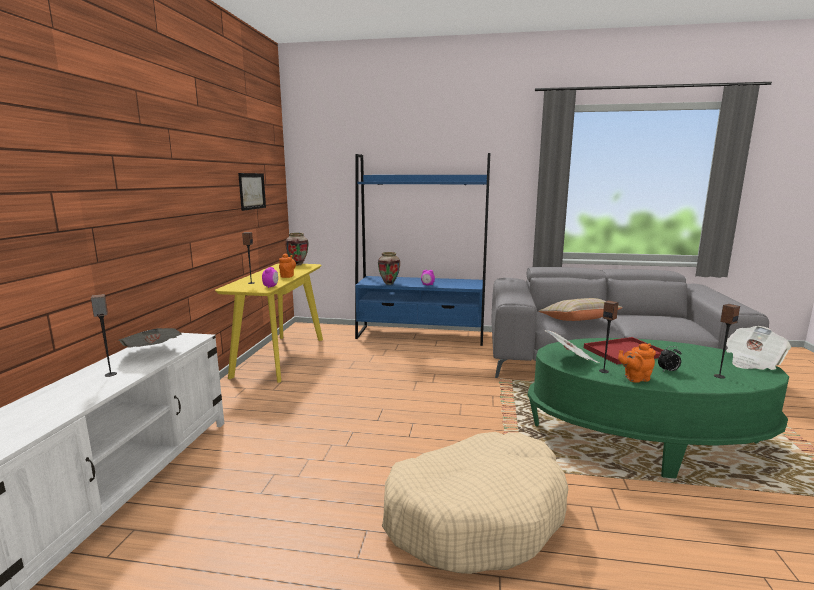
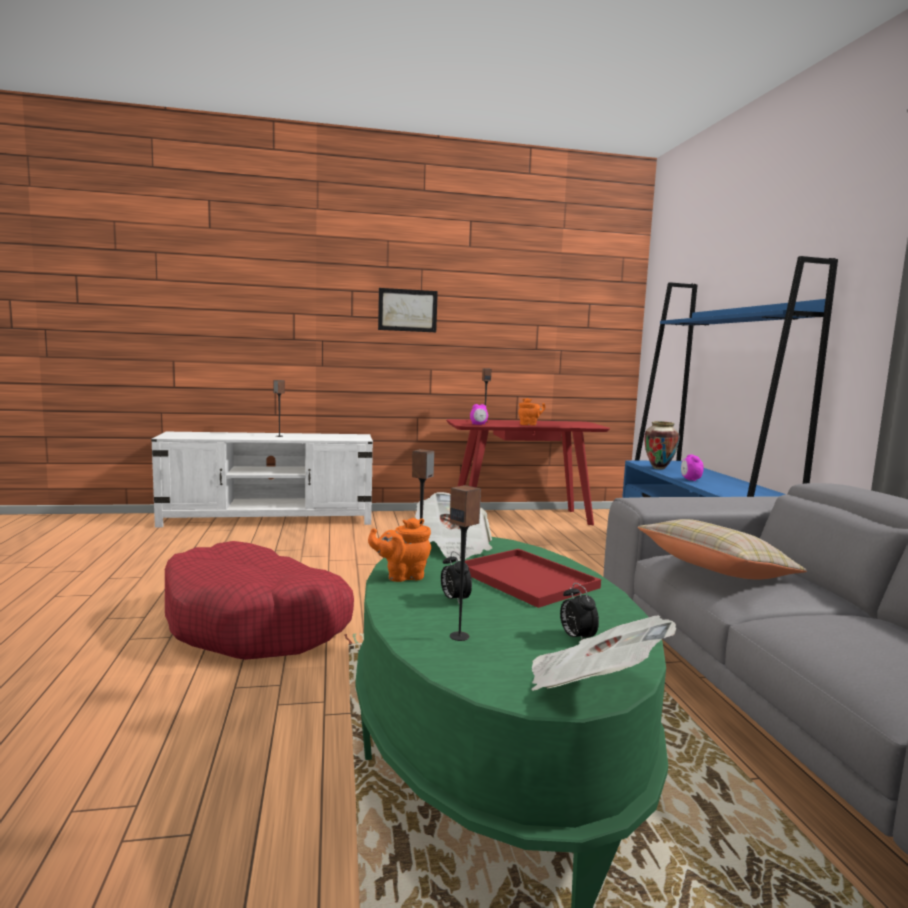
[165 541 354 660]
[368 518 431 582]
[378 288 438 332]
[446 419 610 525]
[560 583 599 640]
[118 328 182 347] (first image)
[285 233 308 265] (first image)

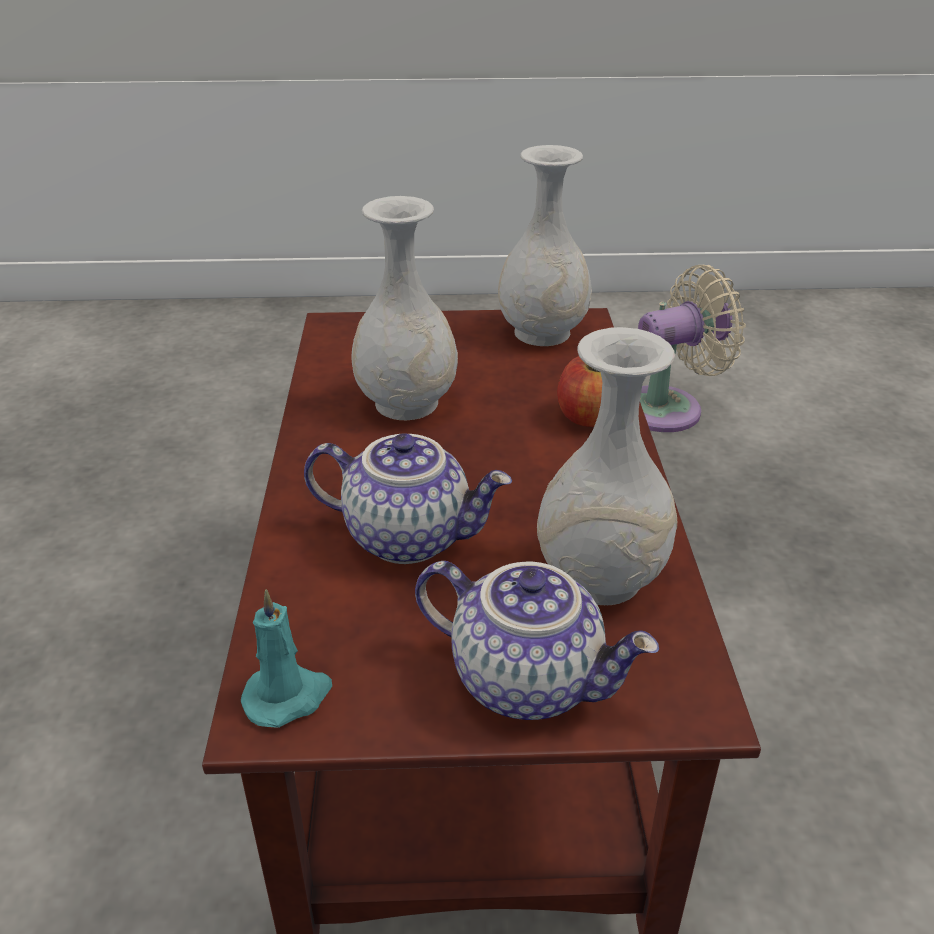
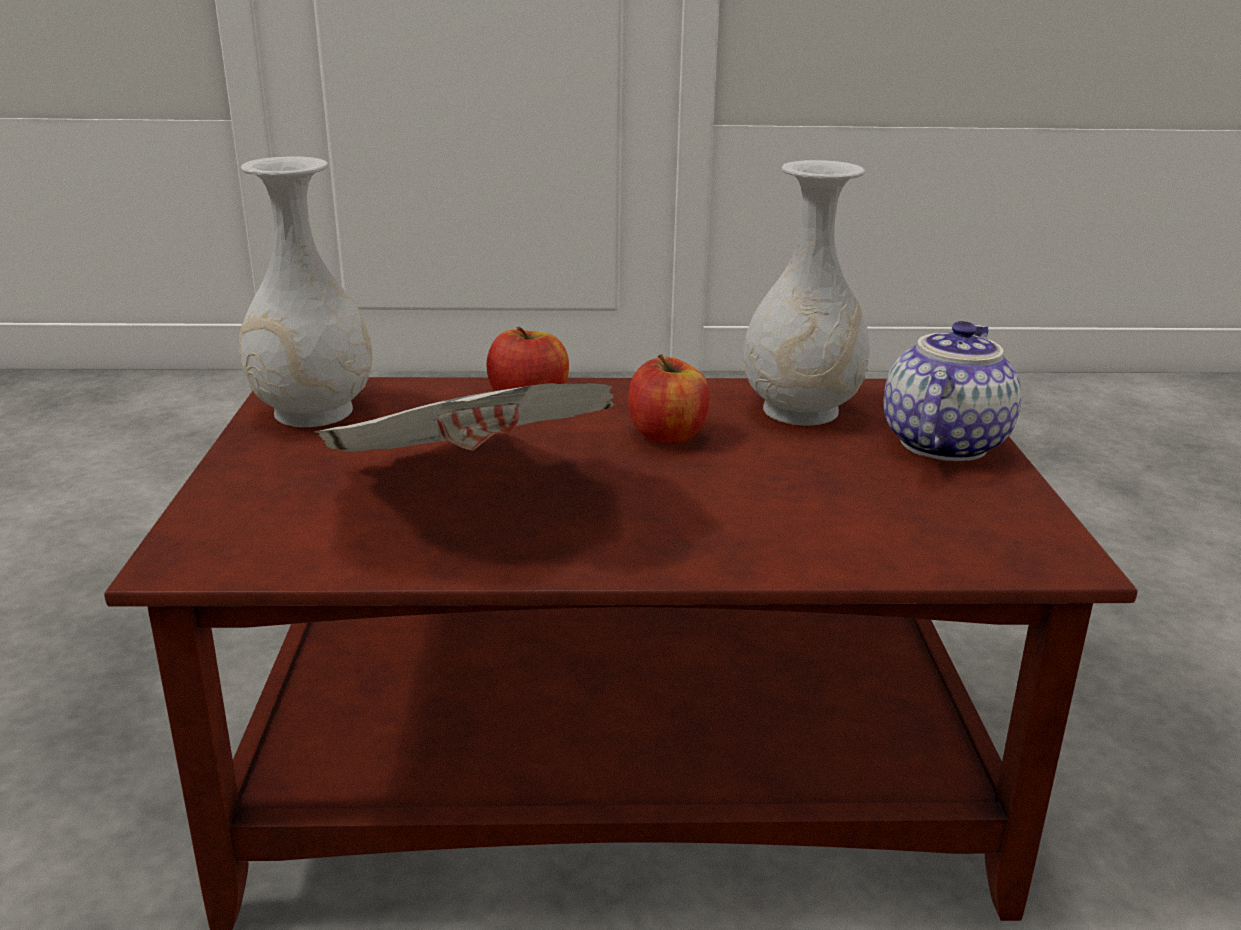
[314 383 614 452]
[628 354 710 444]
[241 589 332 728] (first image)
[304 433 512 564] (first image)
[638 265 746 432] (first image)

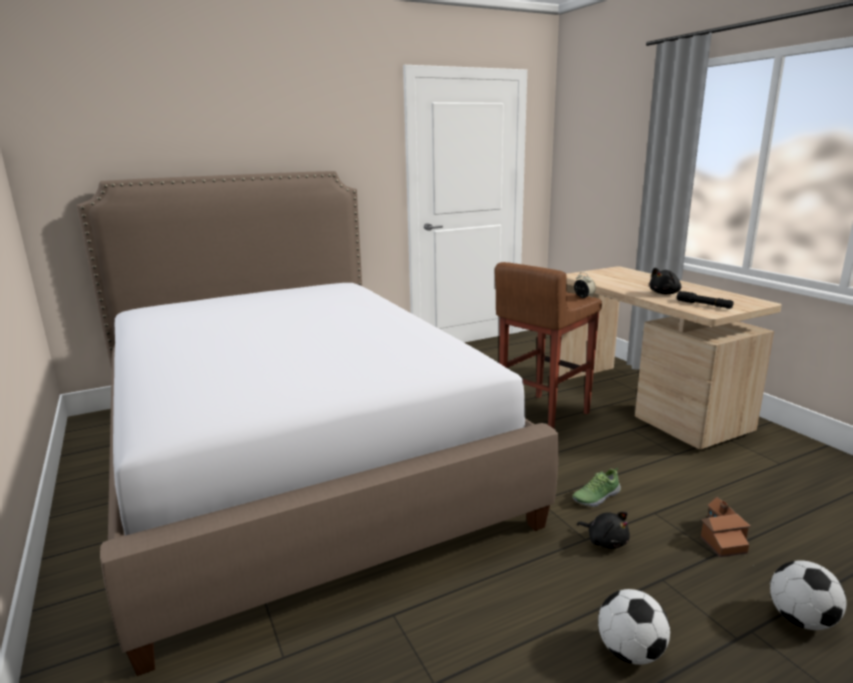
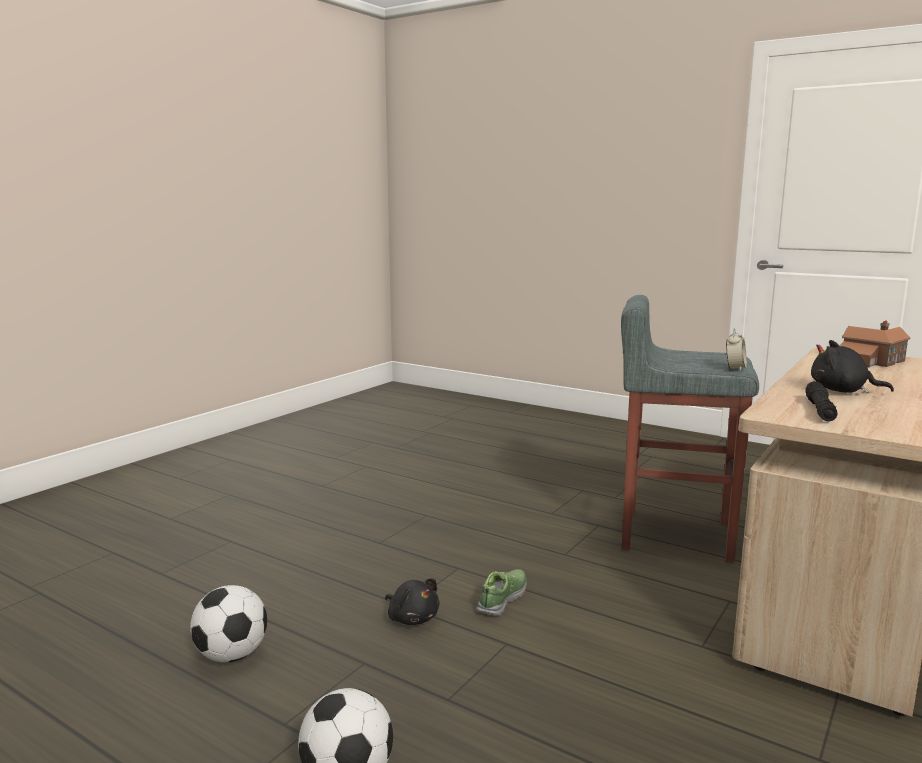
[385 579 440 625]
[476 569 527 616]
[621 295 759 563]
[840 321 910 368]
[76 171 559 676] (first image)

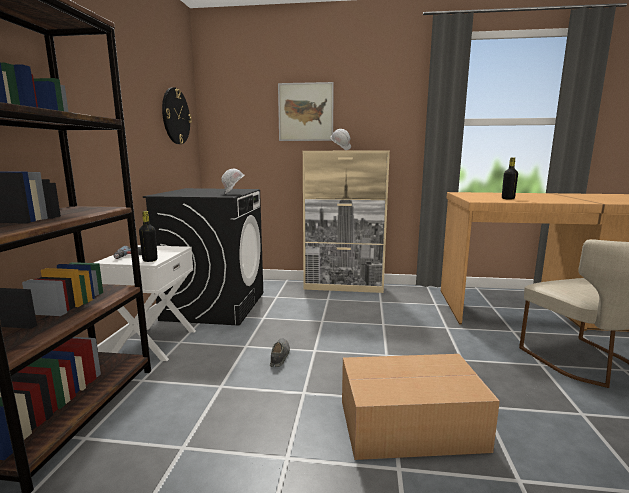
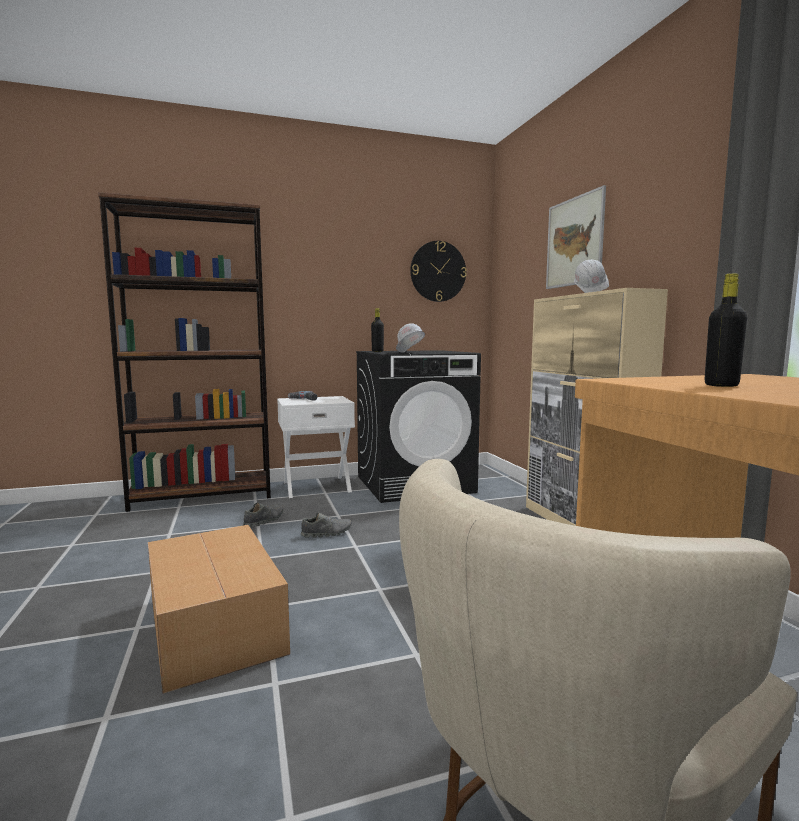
[243 502 283 527]
[371 308 384 352]

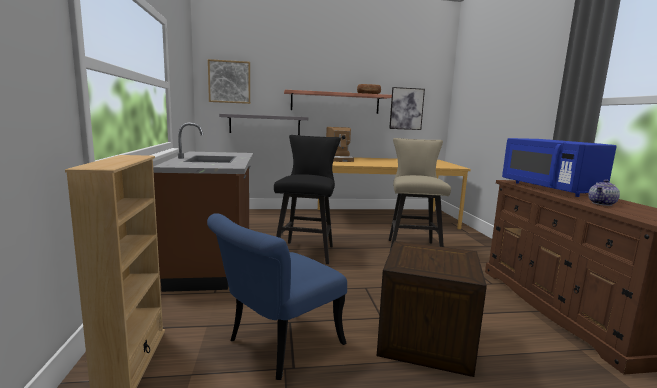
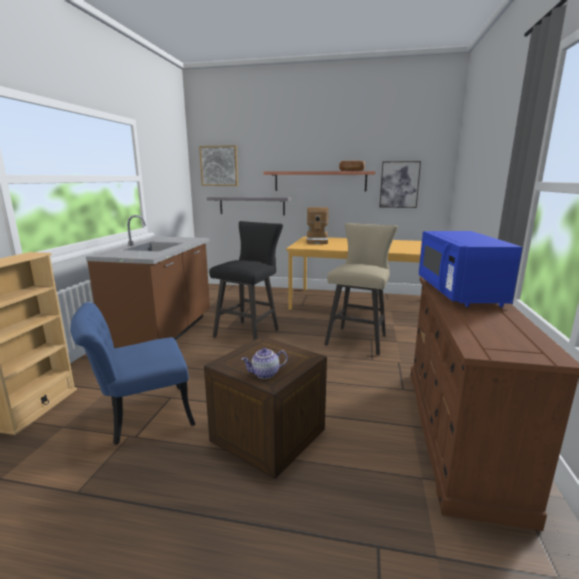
[241 348 288 379]

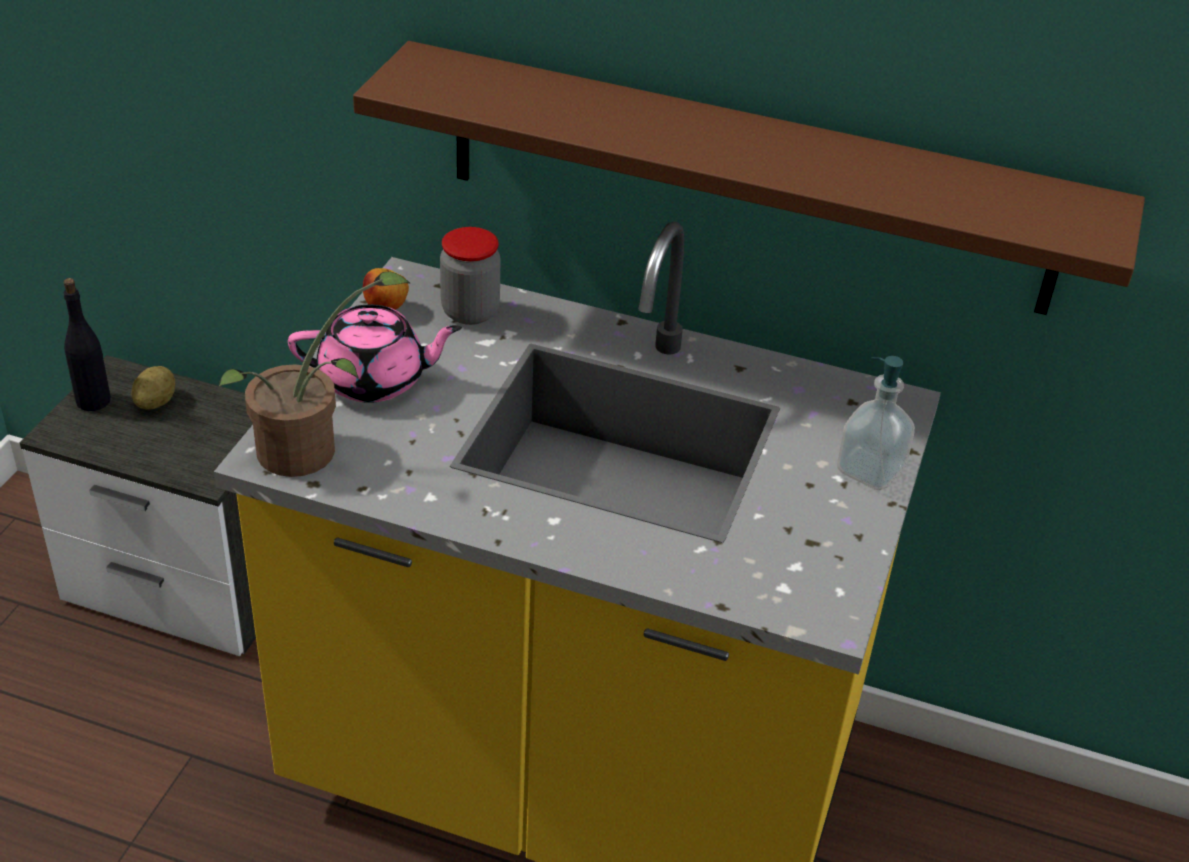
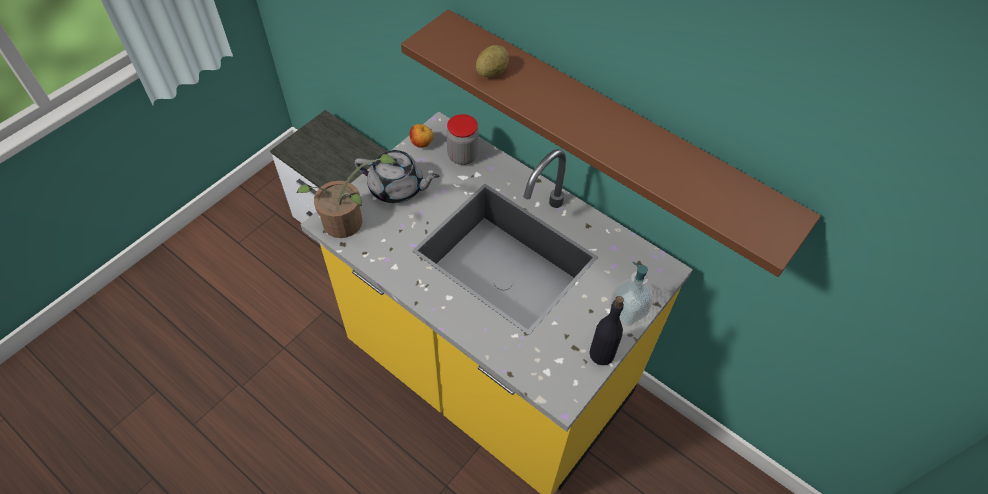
[354 150 439 203]
[476 45 509 78]
[589 296 624 365]

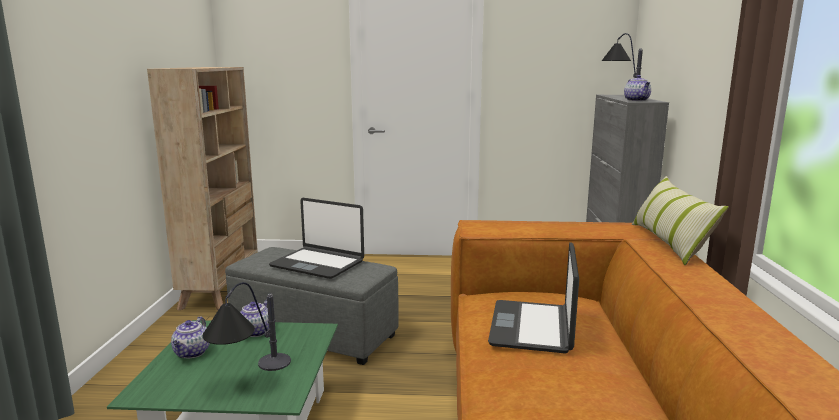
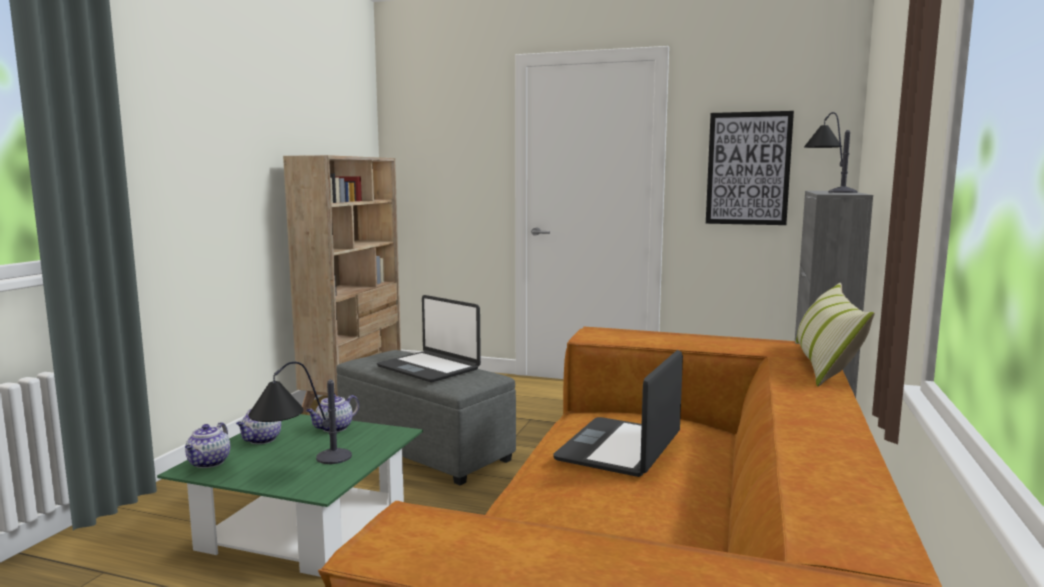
[185 422 231 468]
[706 111 794 225]

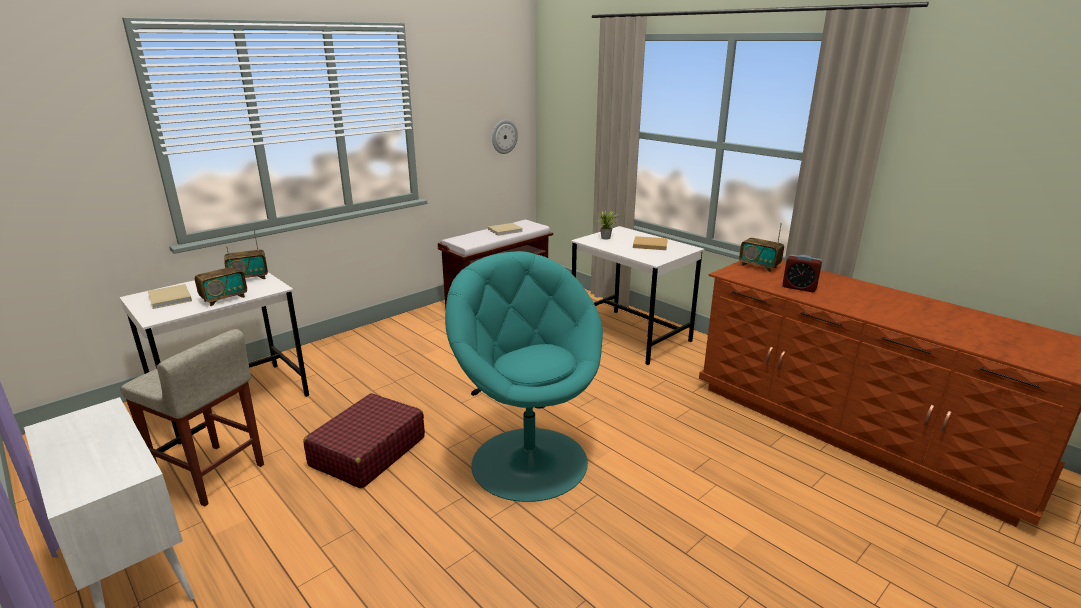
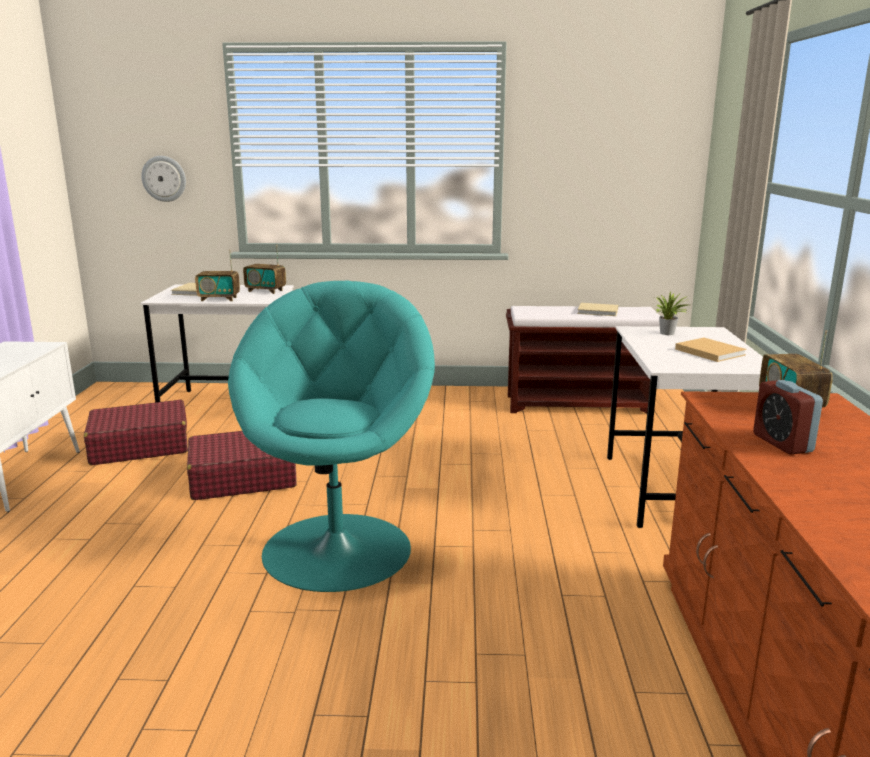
[84 400 188 465]
[141 156 186 202]

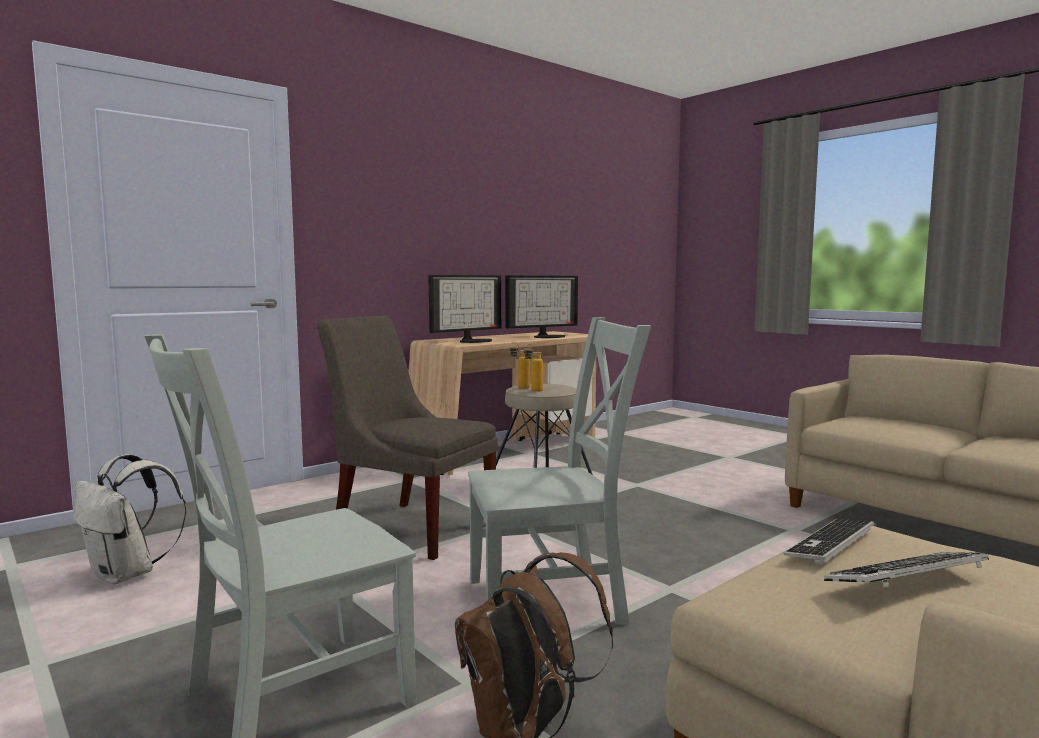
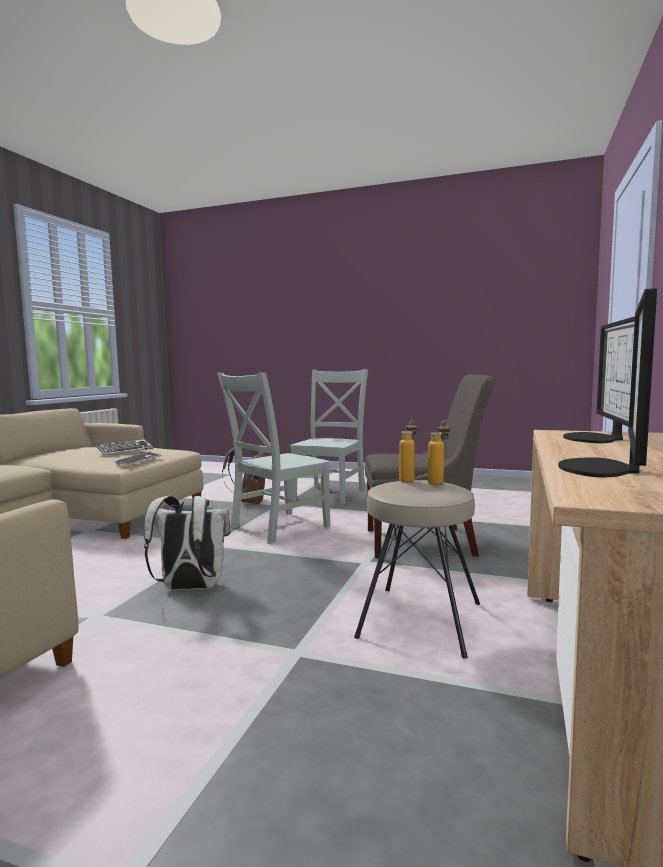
[144 496 231 590]

